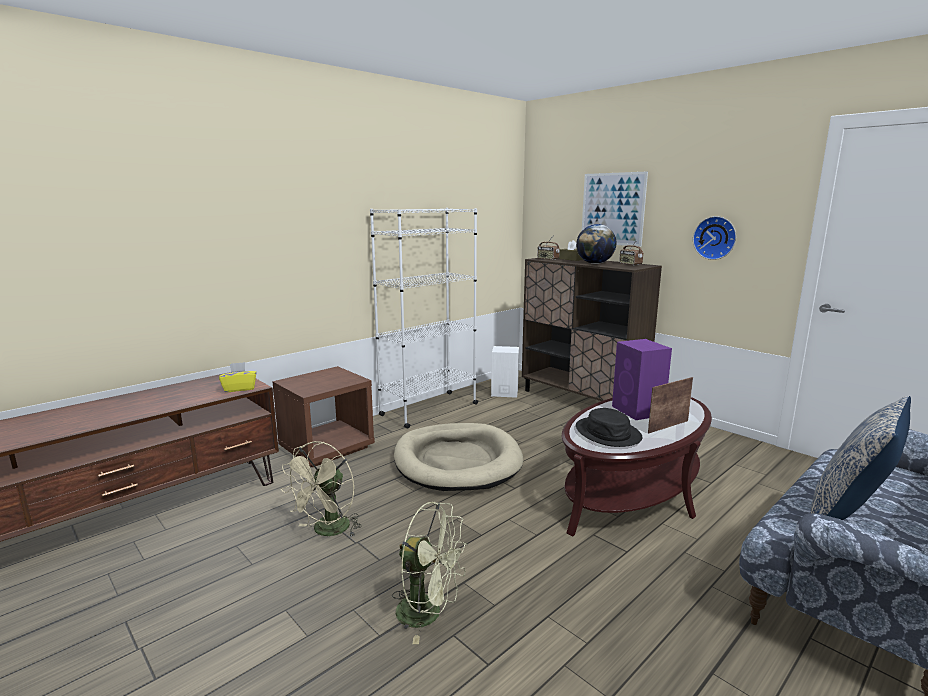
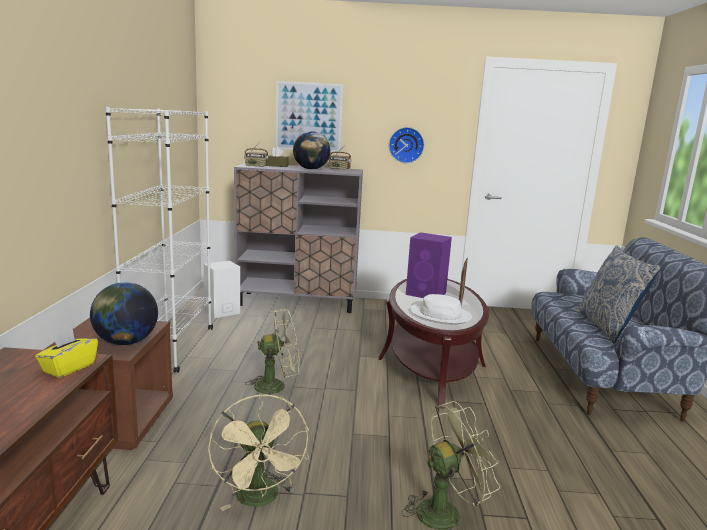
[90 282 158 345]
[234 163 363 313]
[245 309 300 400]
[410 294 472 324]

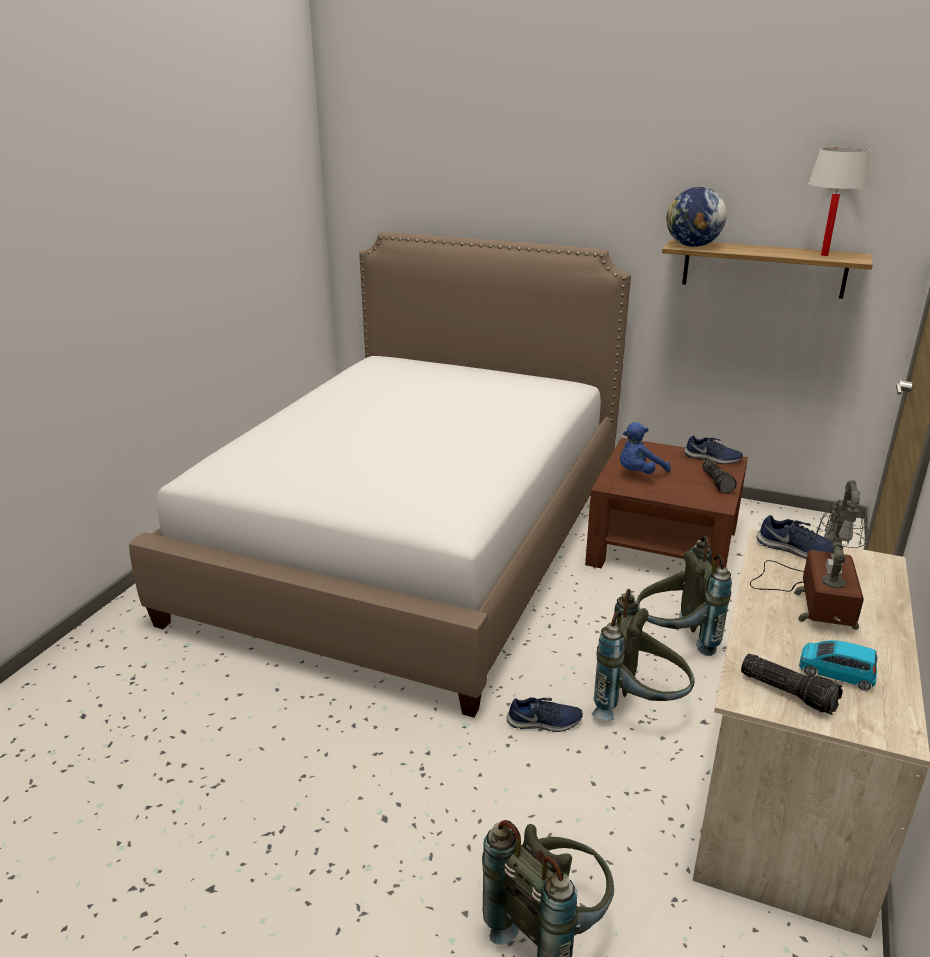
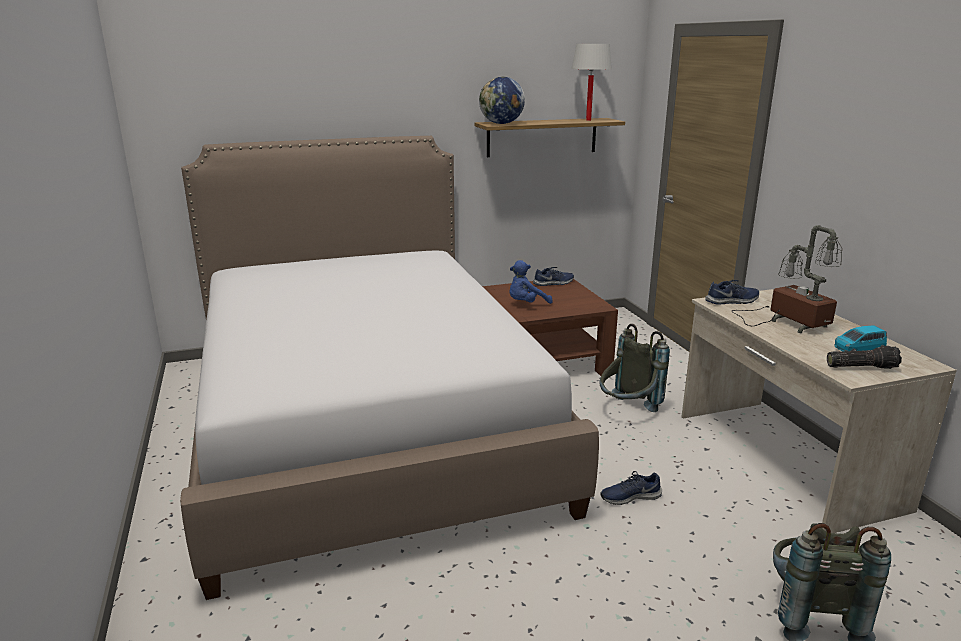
[509 260 553 304]
[600 471 662 505]
[591 589 695 721] (first image)
[702 460 737 493] (first image)

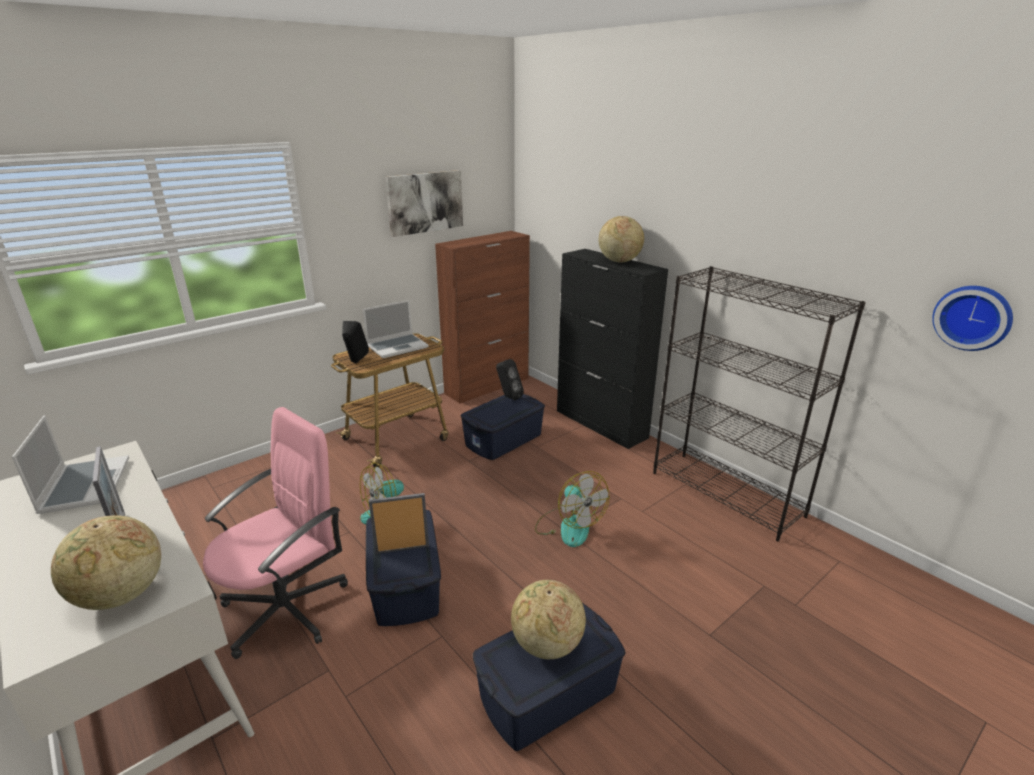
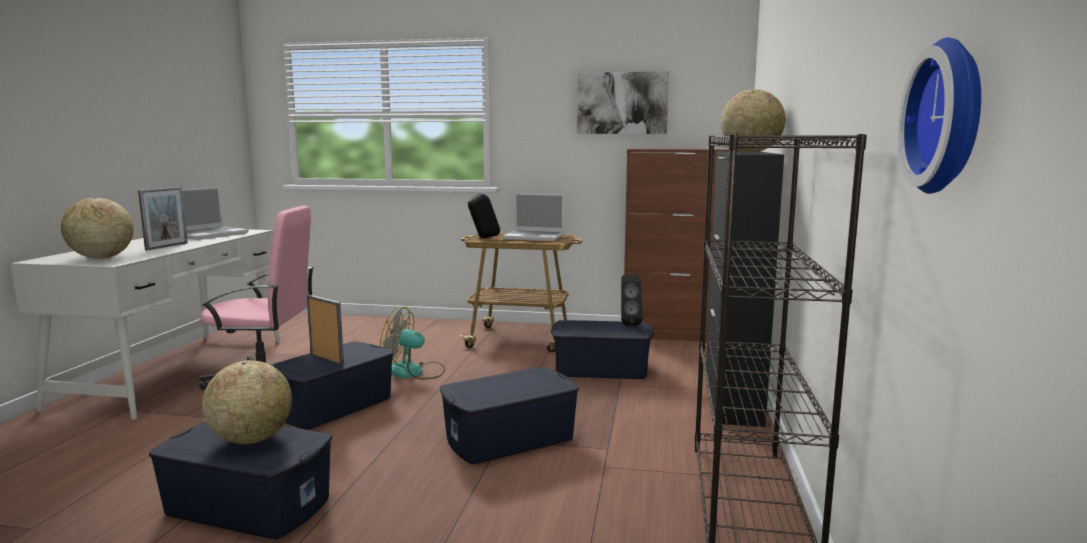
[440 367 579 464]

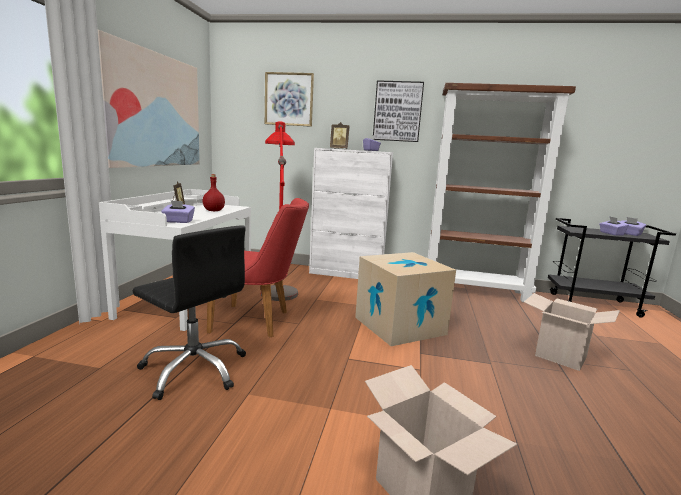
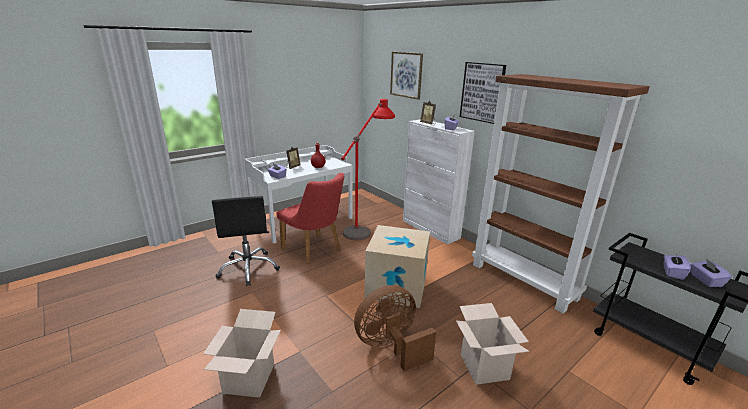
[354 285 436 371]
[98 30 200 168] (first image)

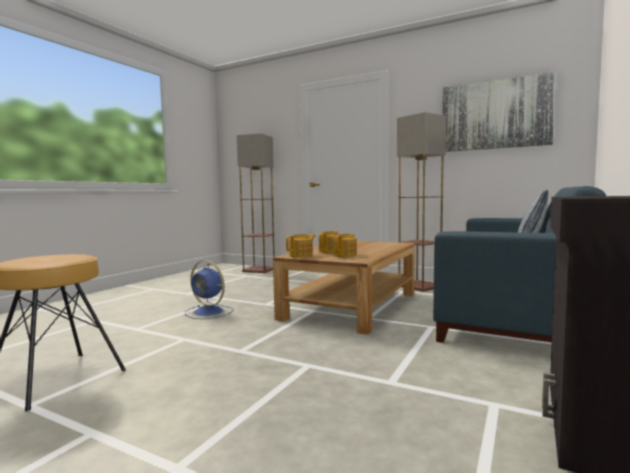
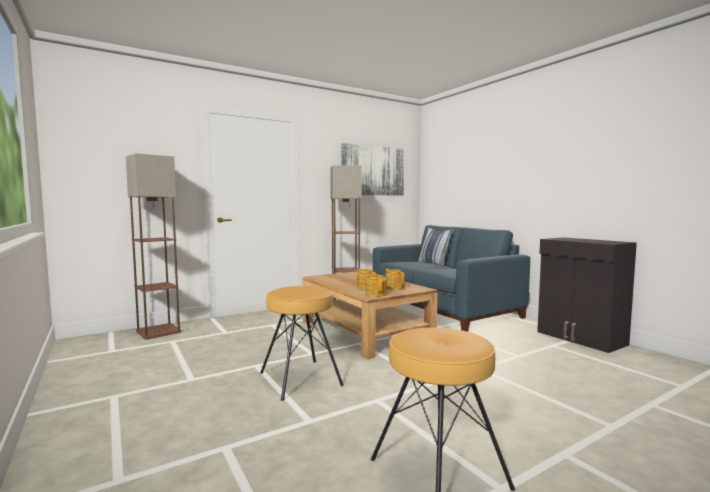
[260 286 344 401]

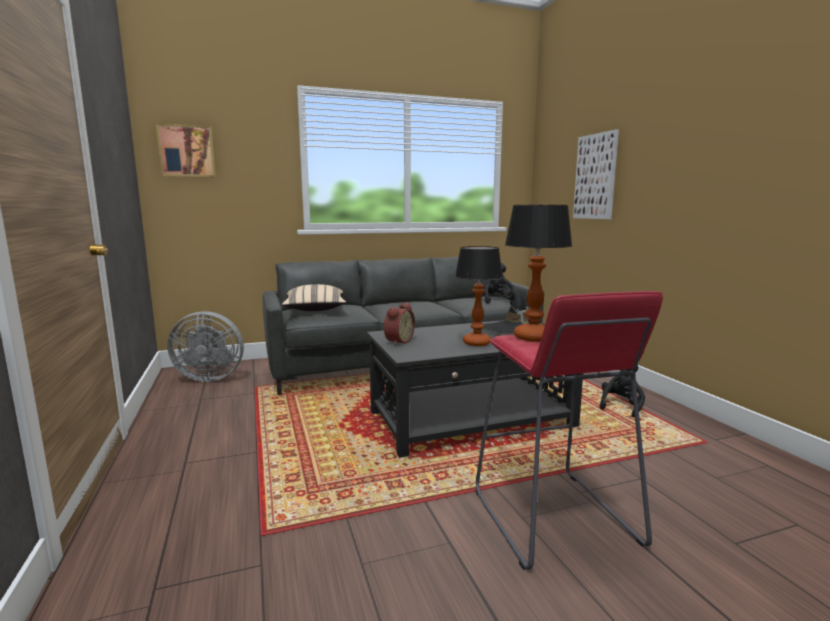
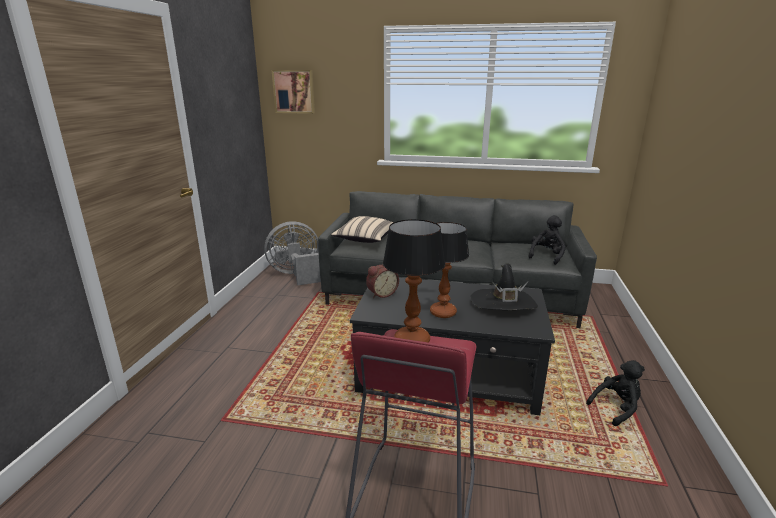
[264 221 321 285]
[573 129 619 219] (first image)

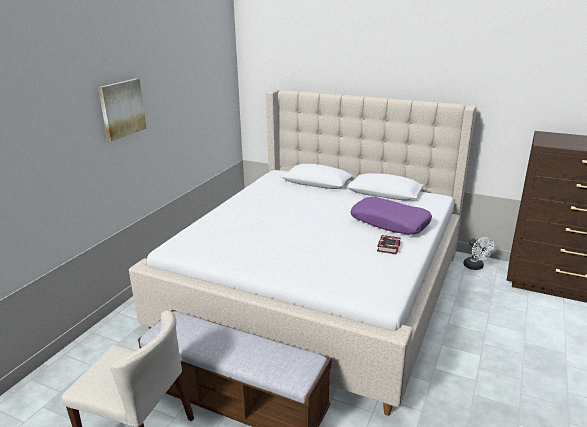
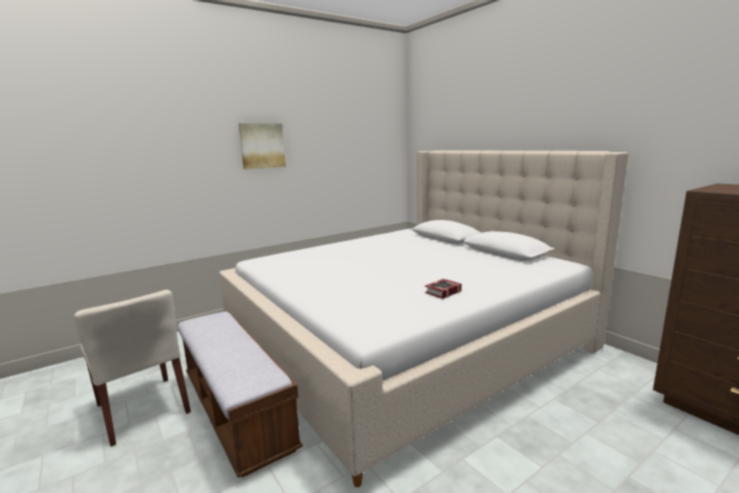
[351 197 432 234] (first image)
[463 237 494 270] (first image)

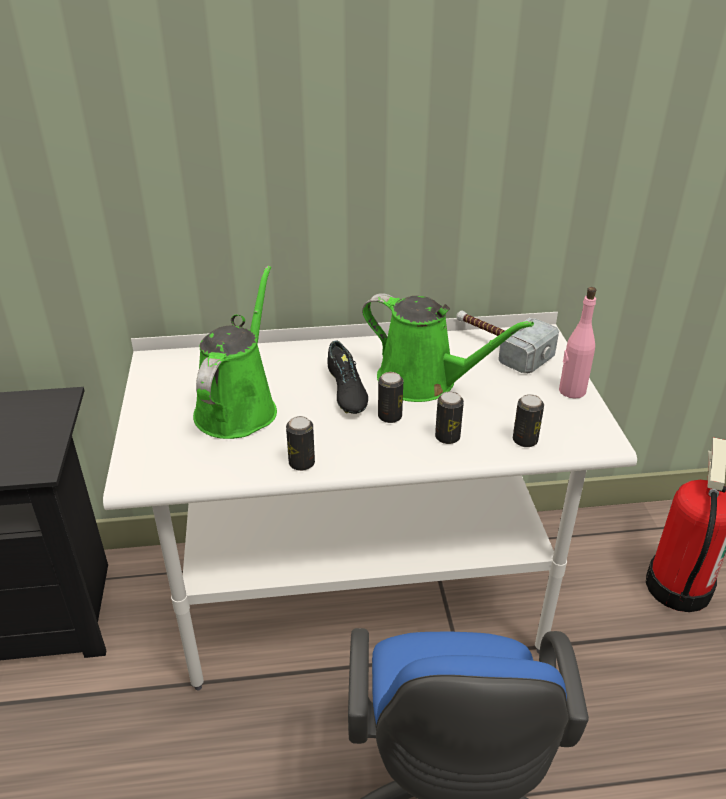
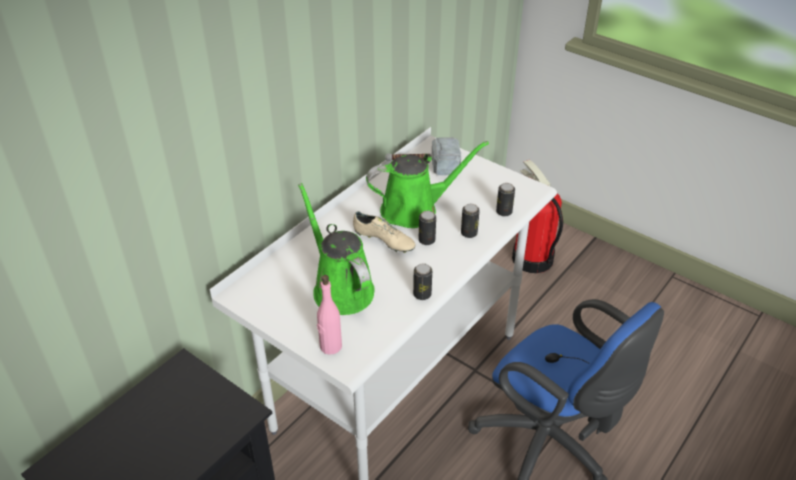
[317 275 342 355]
[353 211 415 253]

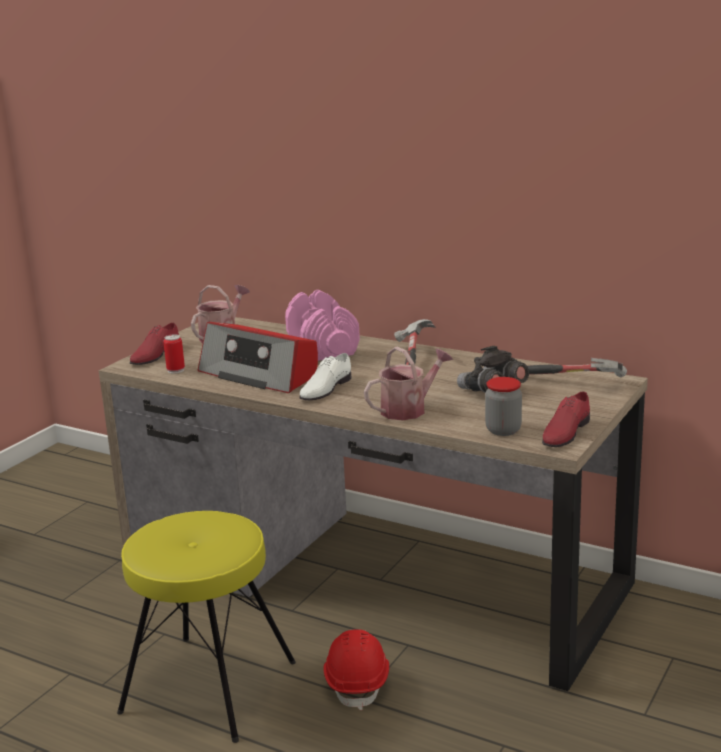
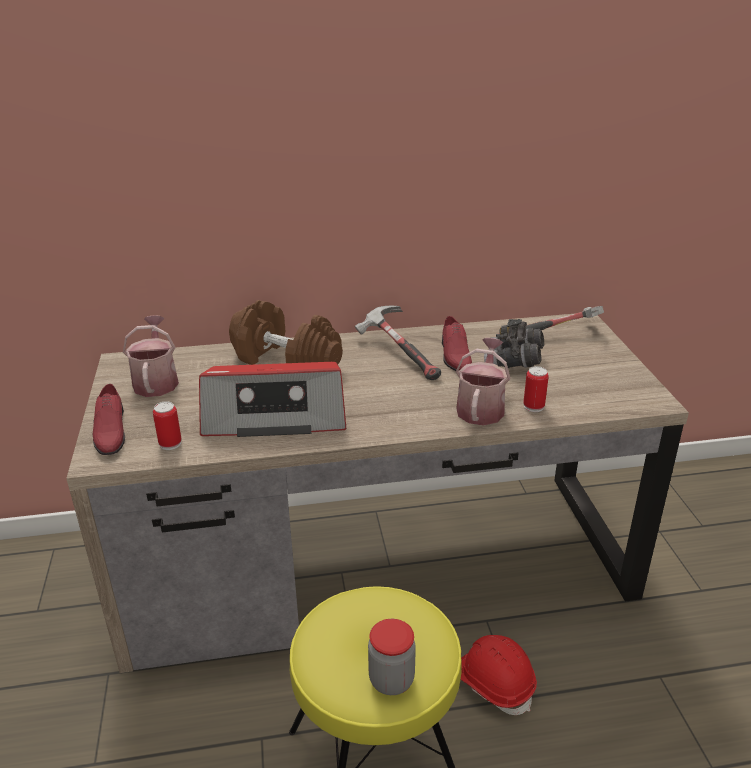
[229 300 343 365]
[368 619 416 695]
[442 316 472 371]
[523 366 549 412]
[299 353 352 400] (first image)

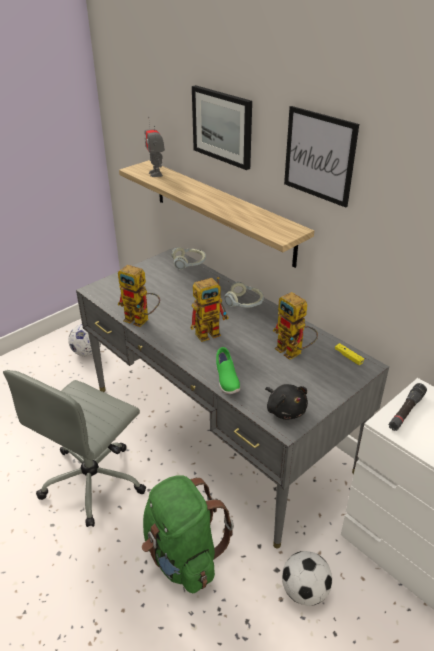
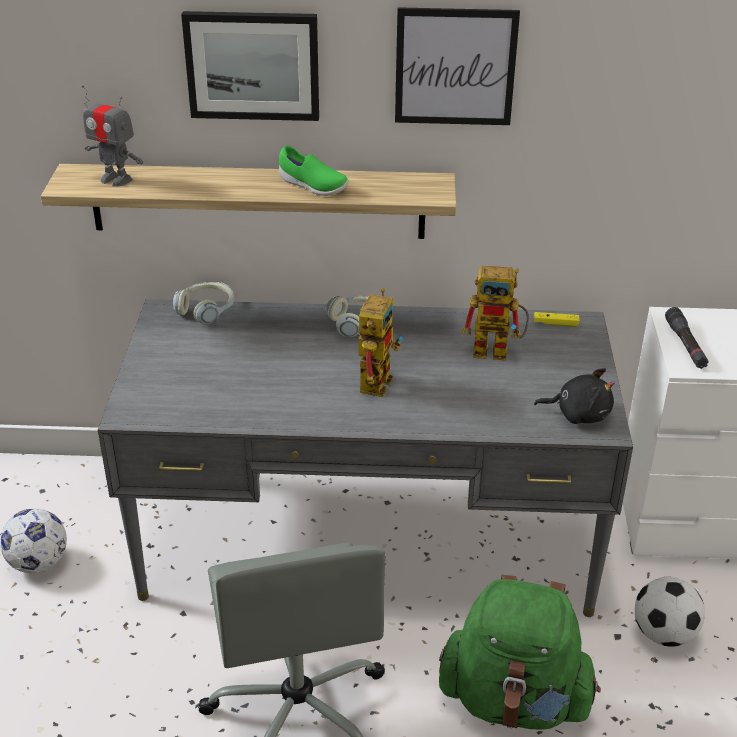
[279 145 349 196]
[118 265 160 327] (first image)

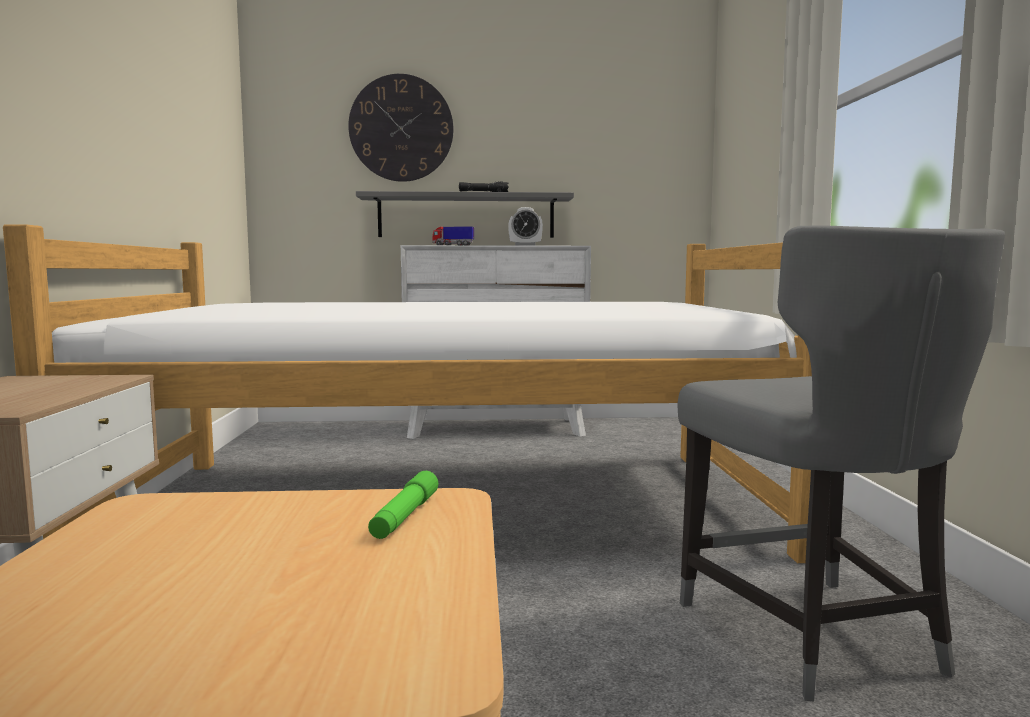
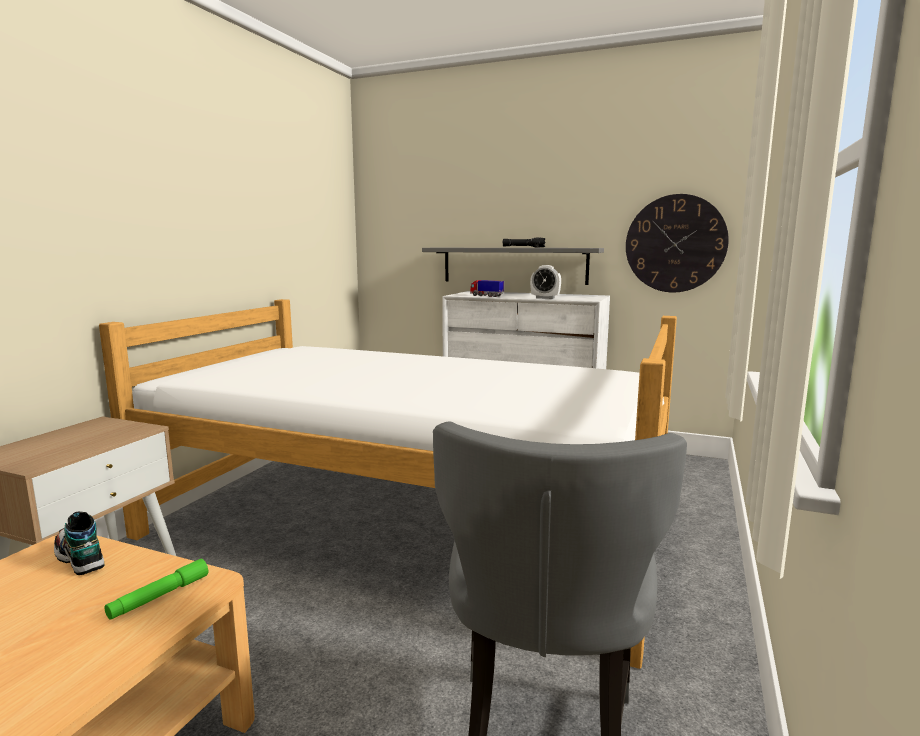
[54 512 105 575]
[626 194 729 292]

